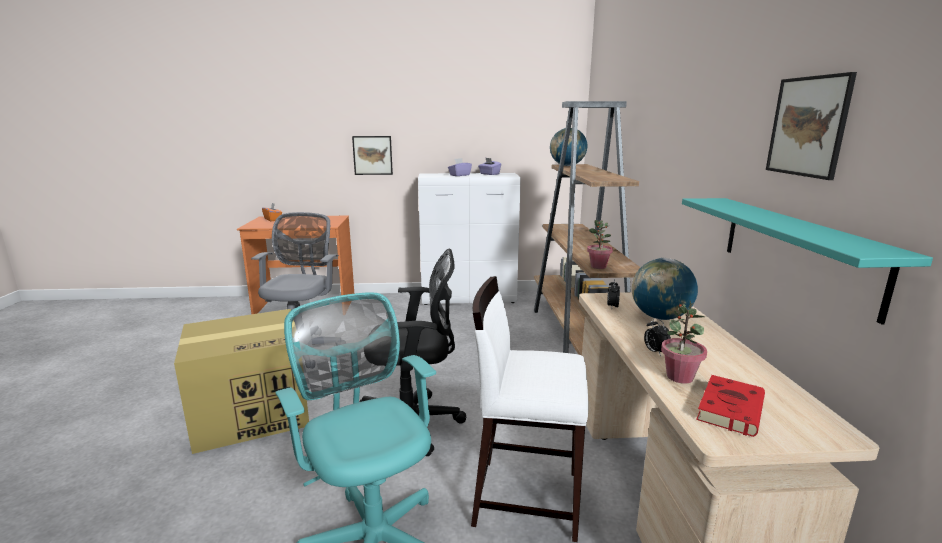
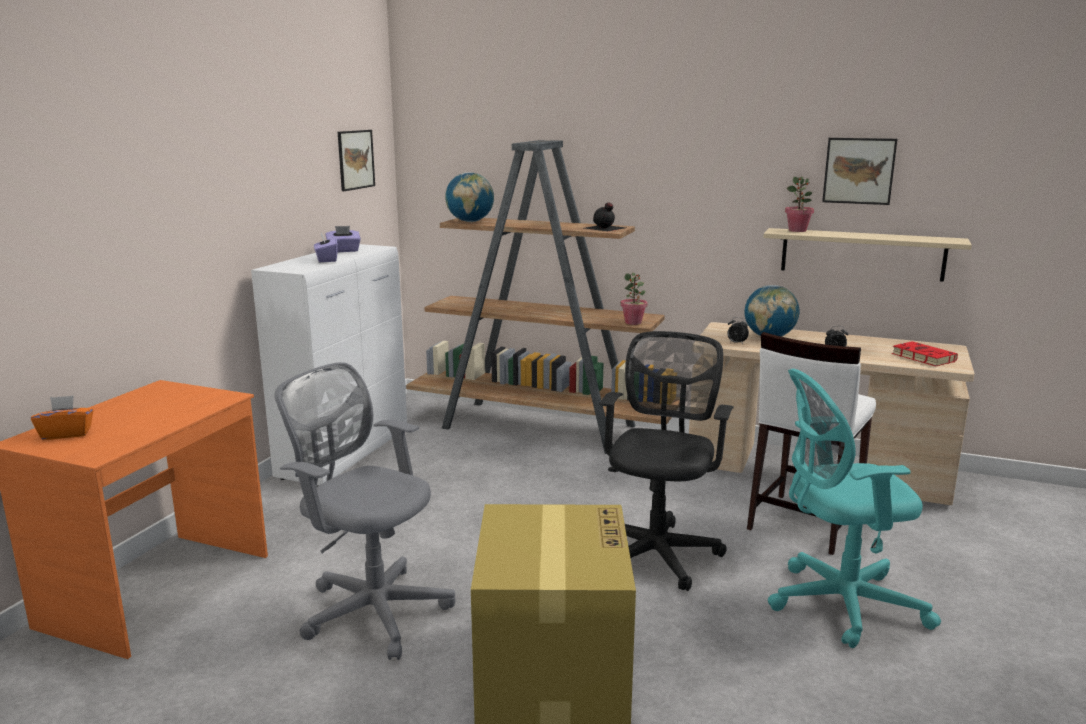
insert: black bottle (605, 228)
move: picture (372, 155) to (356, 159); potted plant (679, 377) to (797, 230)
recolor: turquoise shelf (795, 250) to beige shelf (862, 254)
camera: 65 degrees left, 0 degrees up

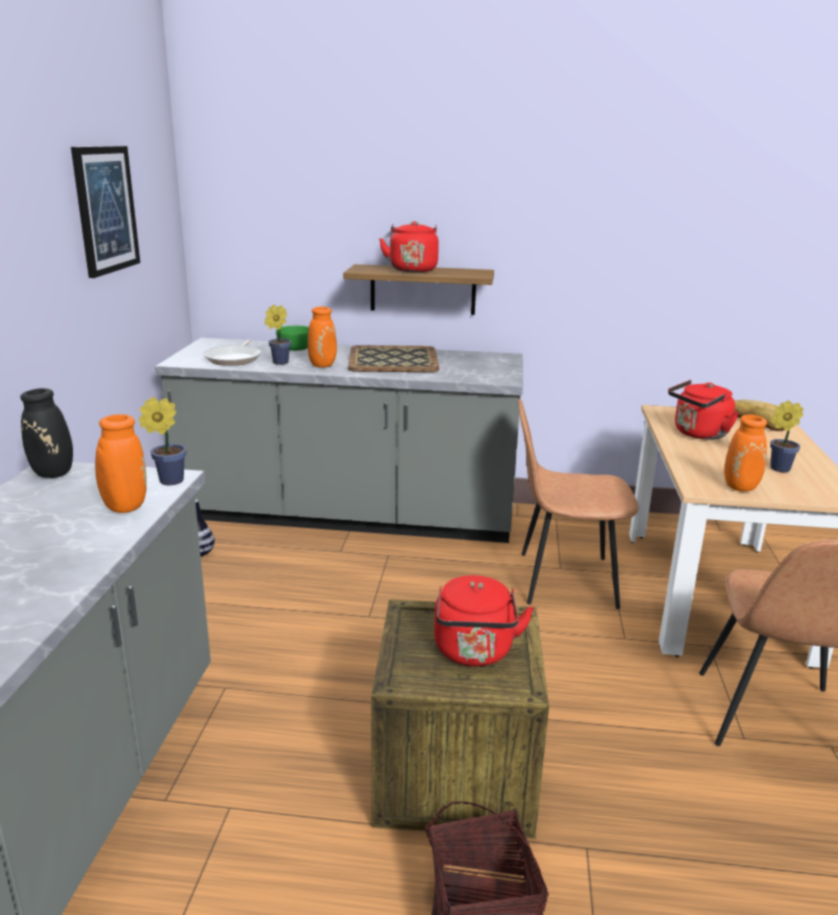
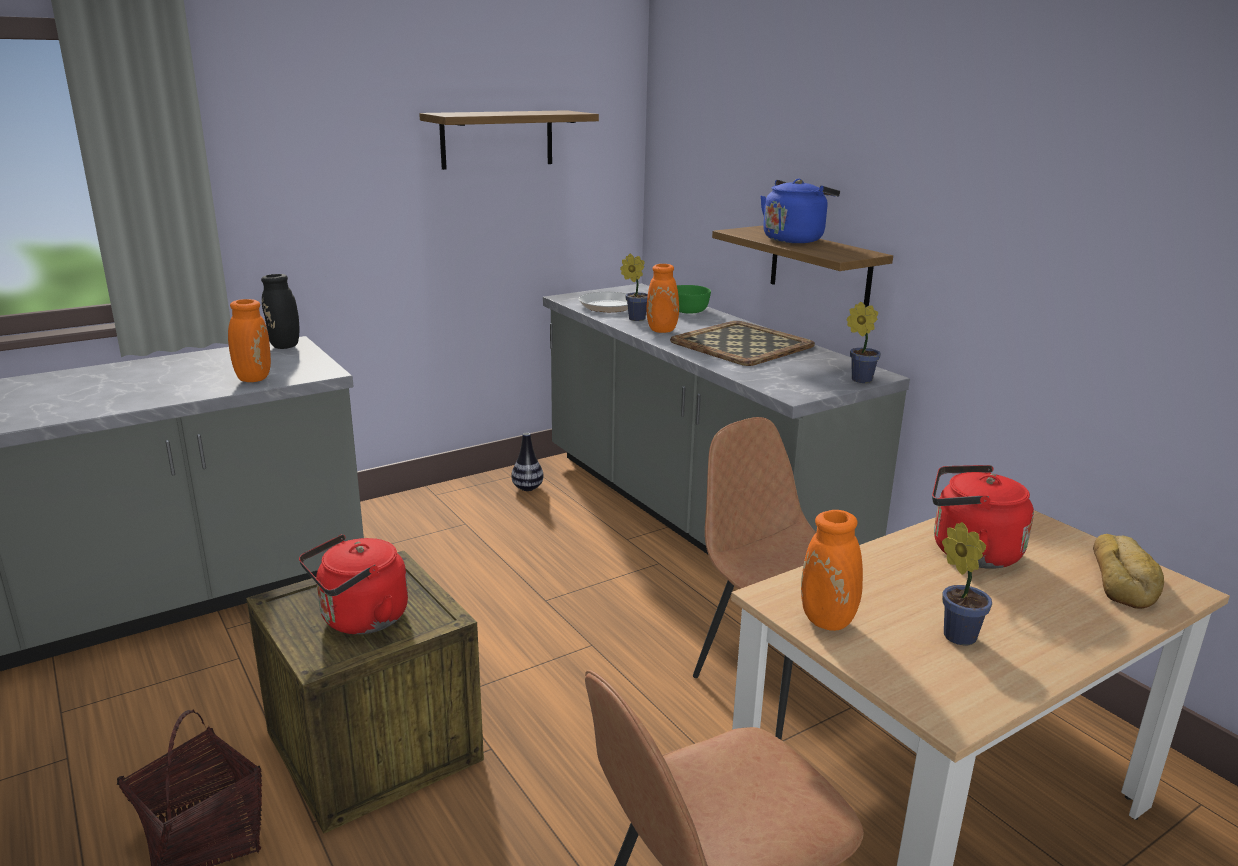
move: potted plant (168, 481) to (859, 379)
replace: picture (105, 209) to shelf (497, 139)
recolor: red kettle (412, 269) to blue kettle (794, 239)
camera: 50 degrees right, 0 degrees up

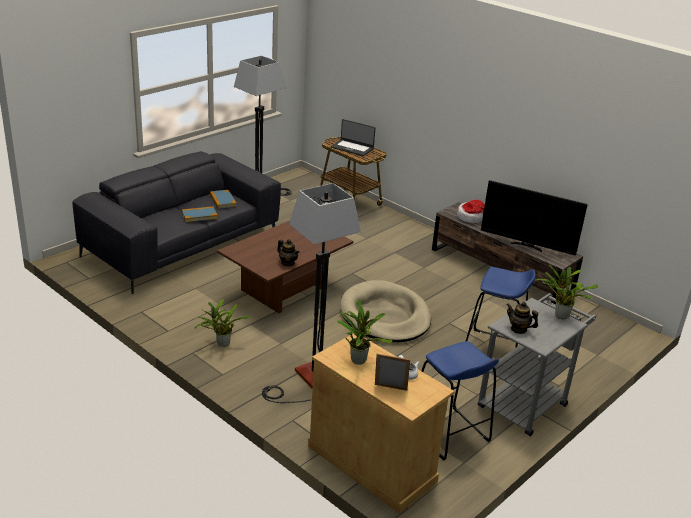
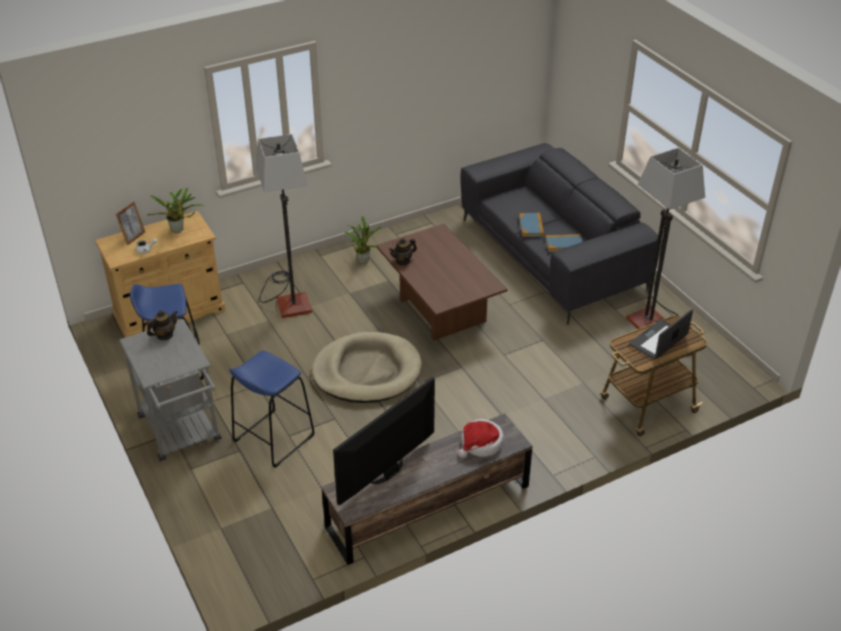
delete: potted plant (559, 315)
camera: 110 degrees right, 10 degrees up

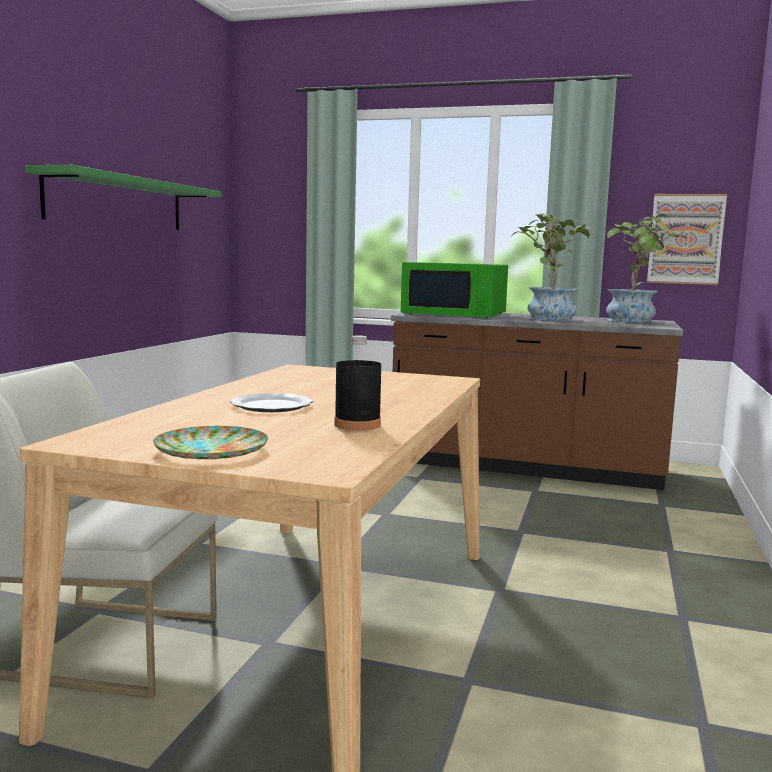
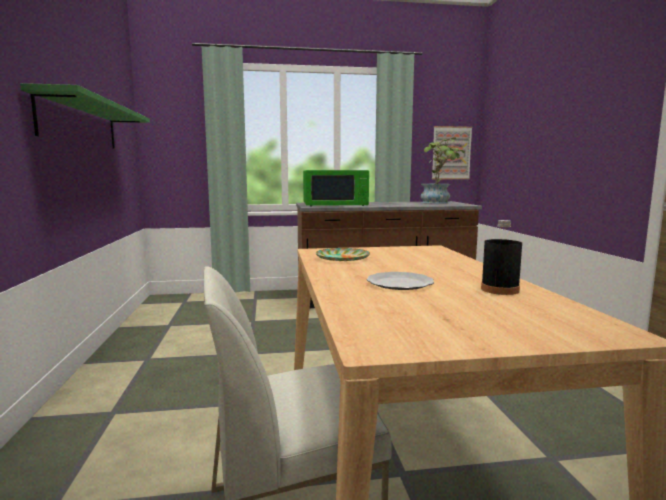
delete: potted plant (547, 318)
move: plate (210, 450) to (342, 258)
camera: 25 degrees left, 0 degrees up

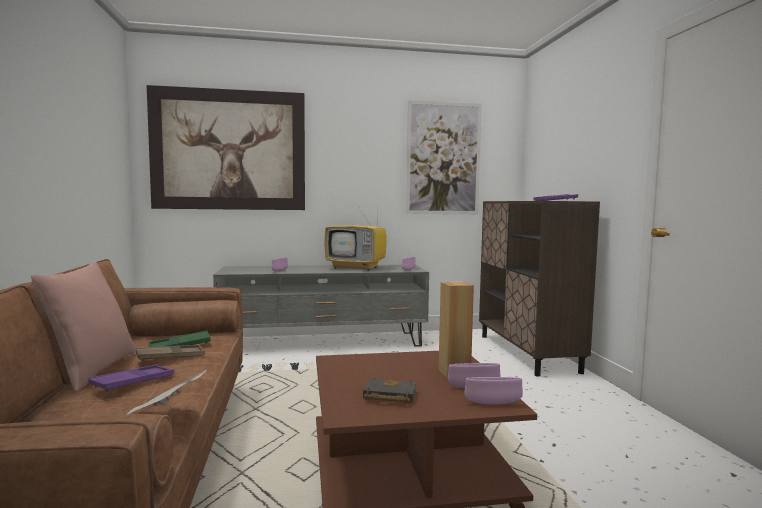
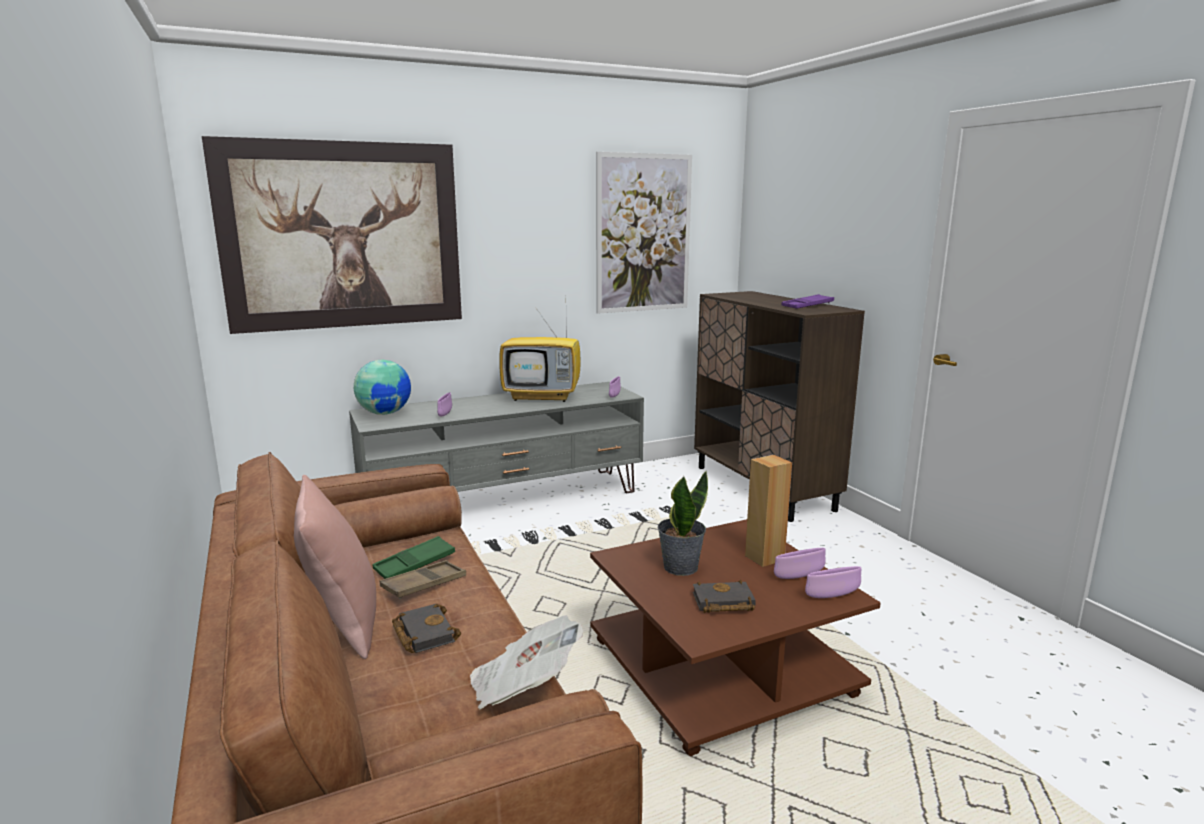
insert: globe (385, 413); potted plant (680, 567)
replace: purple tray (133, 382) to black book (423, 633)
camera: 15 degrees left, 10 degrees up

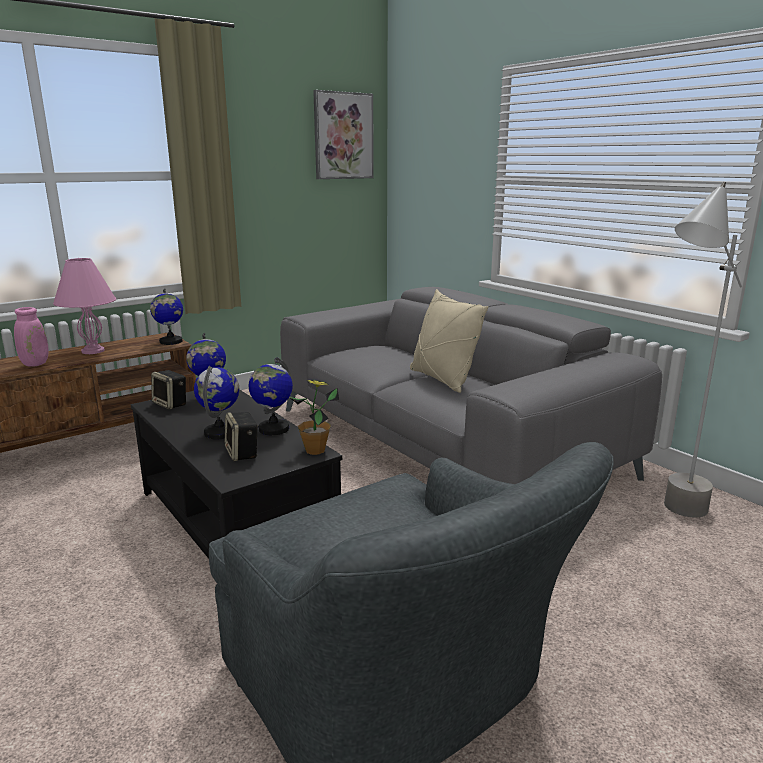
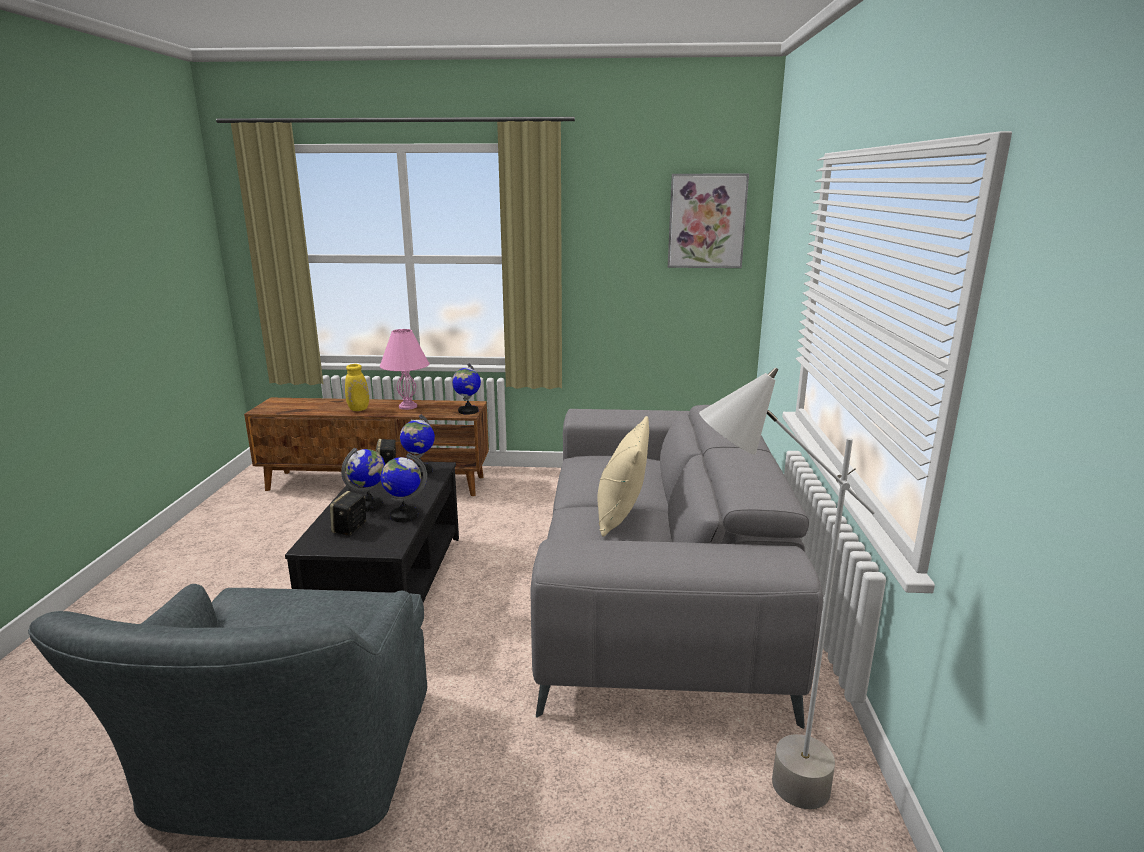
delete: potted plant (315, 450)
recolor: pink vase (36, 364) to yellow vase (360, 409)
camera: 40 degrees right, 0 degrees up

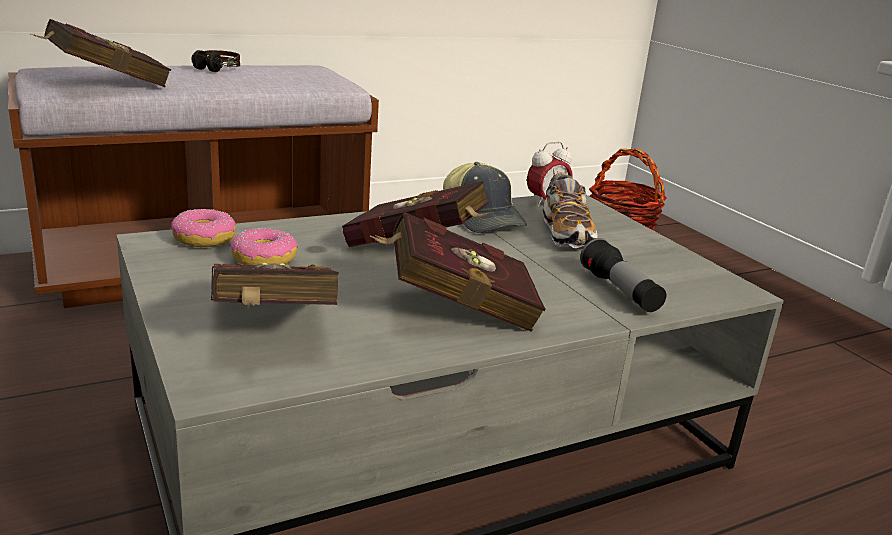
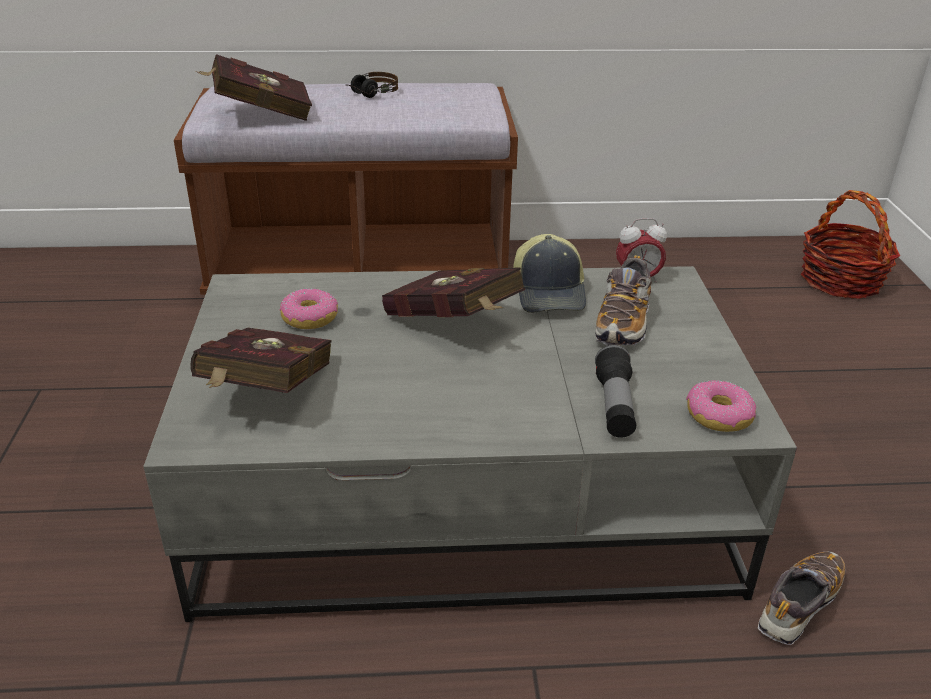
delete: red book (454, 307)
insert: shoe (798, 606)
move: donut (204, 239) to (718, 416)
camera: 25 degrees right, 10 degrees up

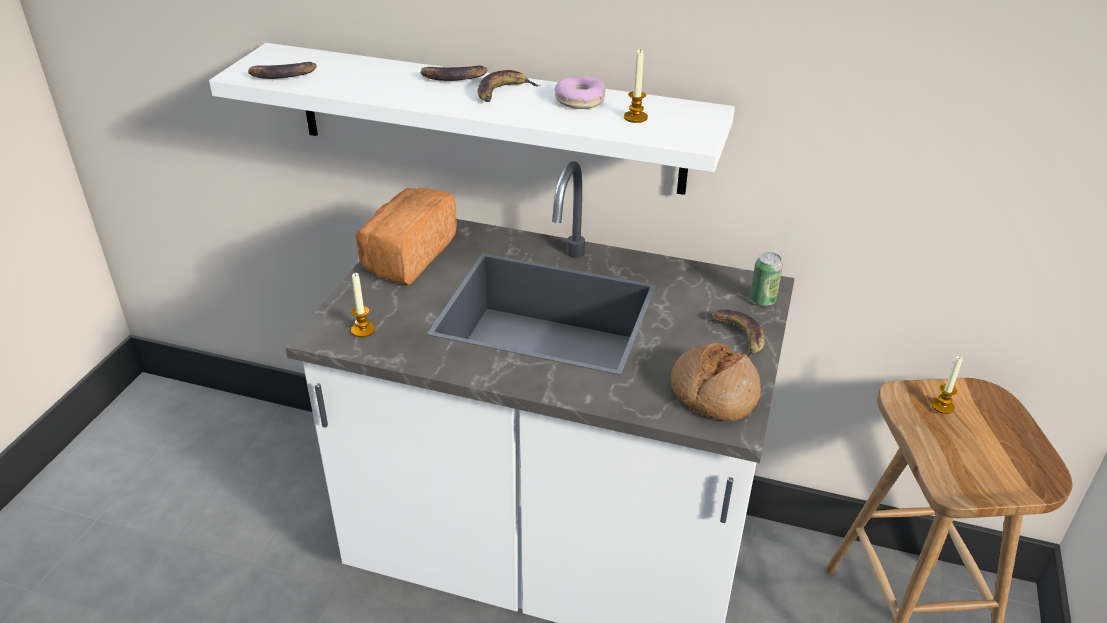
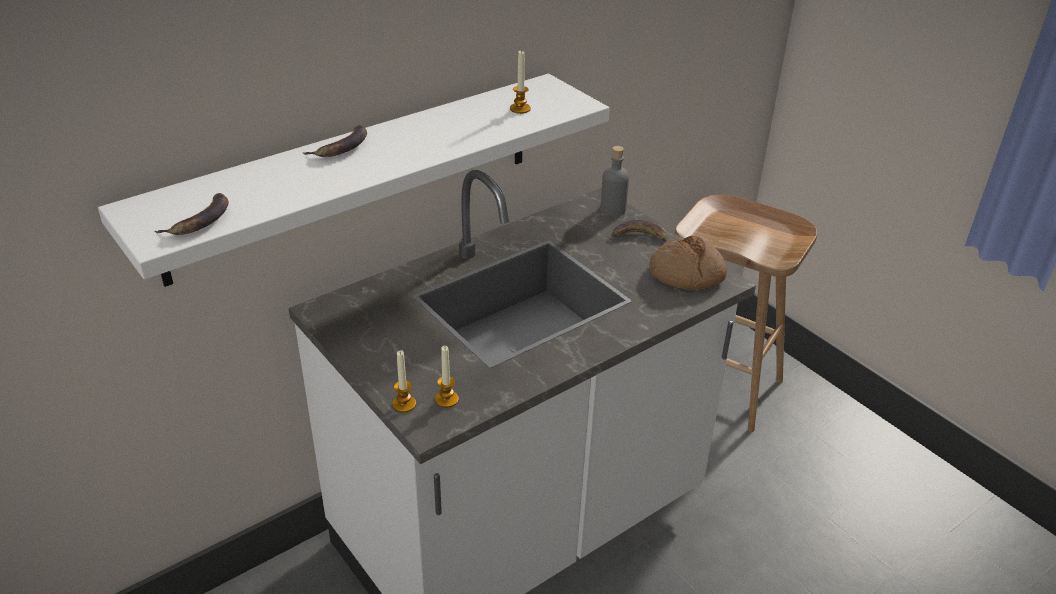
delete: banana (503, 92); donut (580, 100); bread (407, 256)
move: candle (942, 406) to (404, 404)
replace: can (762, 300) to grey bottle (613, 209)
camera: 55 degrees left, 0 degrees up

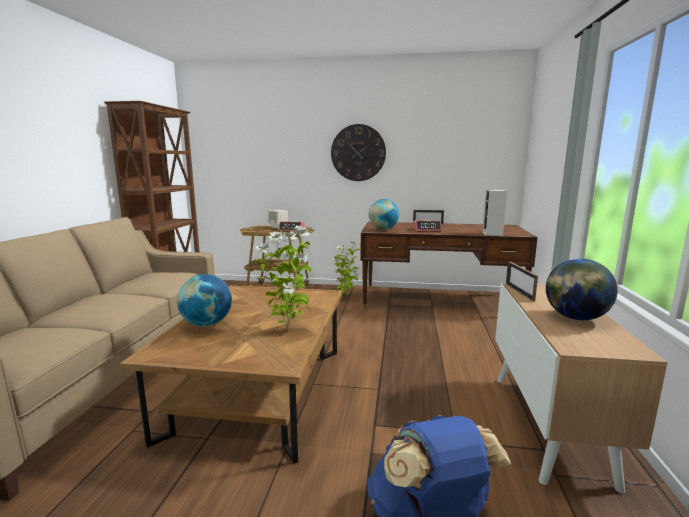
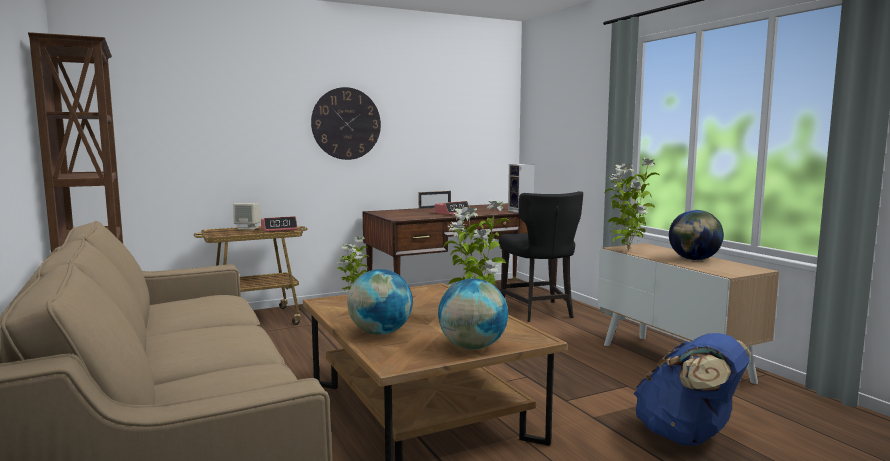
insert: black chair (538, 312)
move: globe (383, 229) to (472, 347)
replace: picture frame (519, 292) to potted plant (627, 251)
camera: 35 degrees left, 5 degrees down

